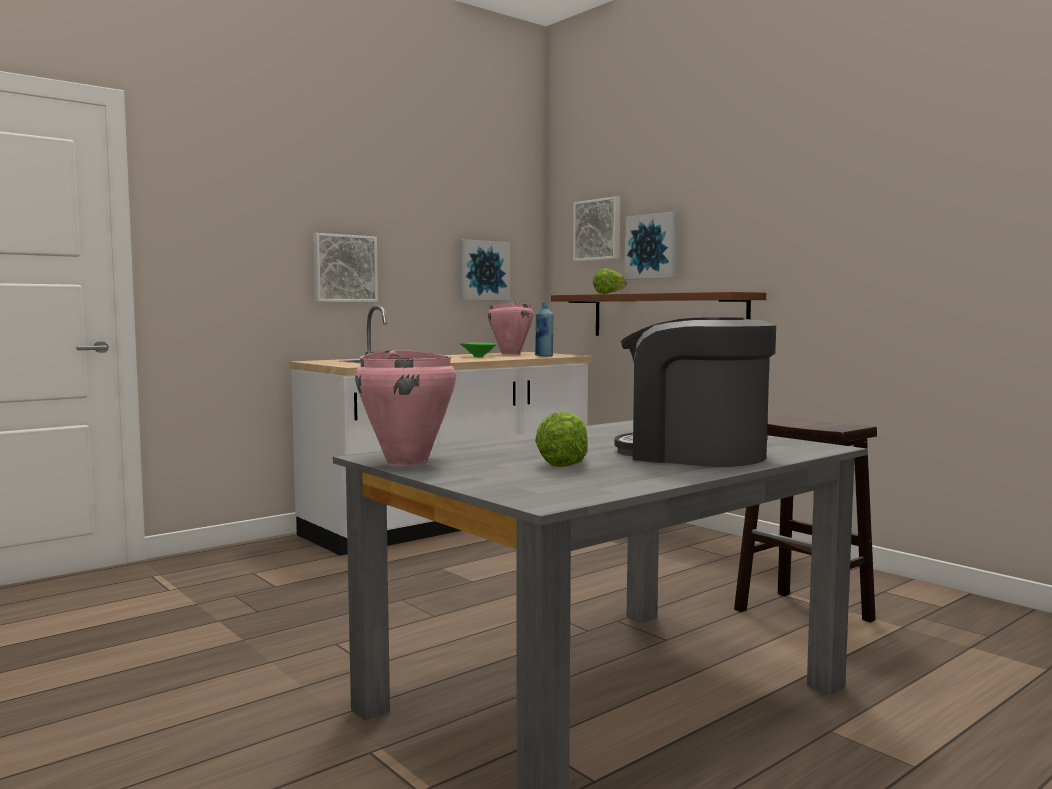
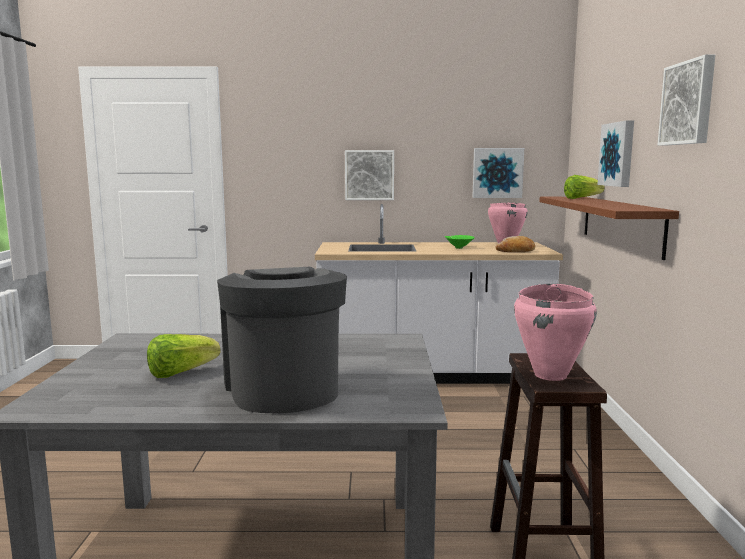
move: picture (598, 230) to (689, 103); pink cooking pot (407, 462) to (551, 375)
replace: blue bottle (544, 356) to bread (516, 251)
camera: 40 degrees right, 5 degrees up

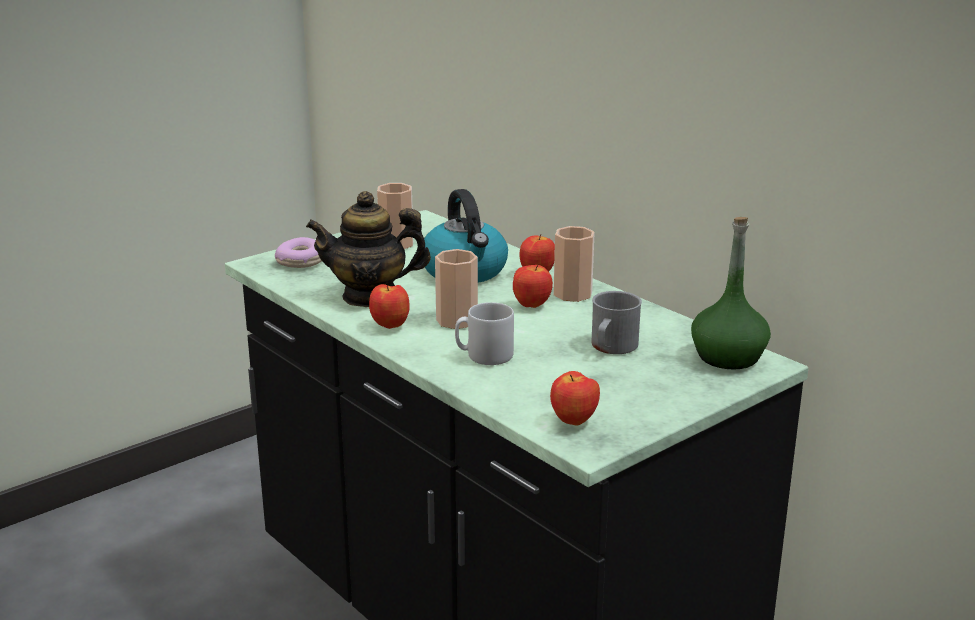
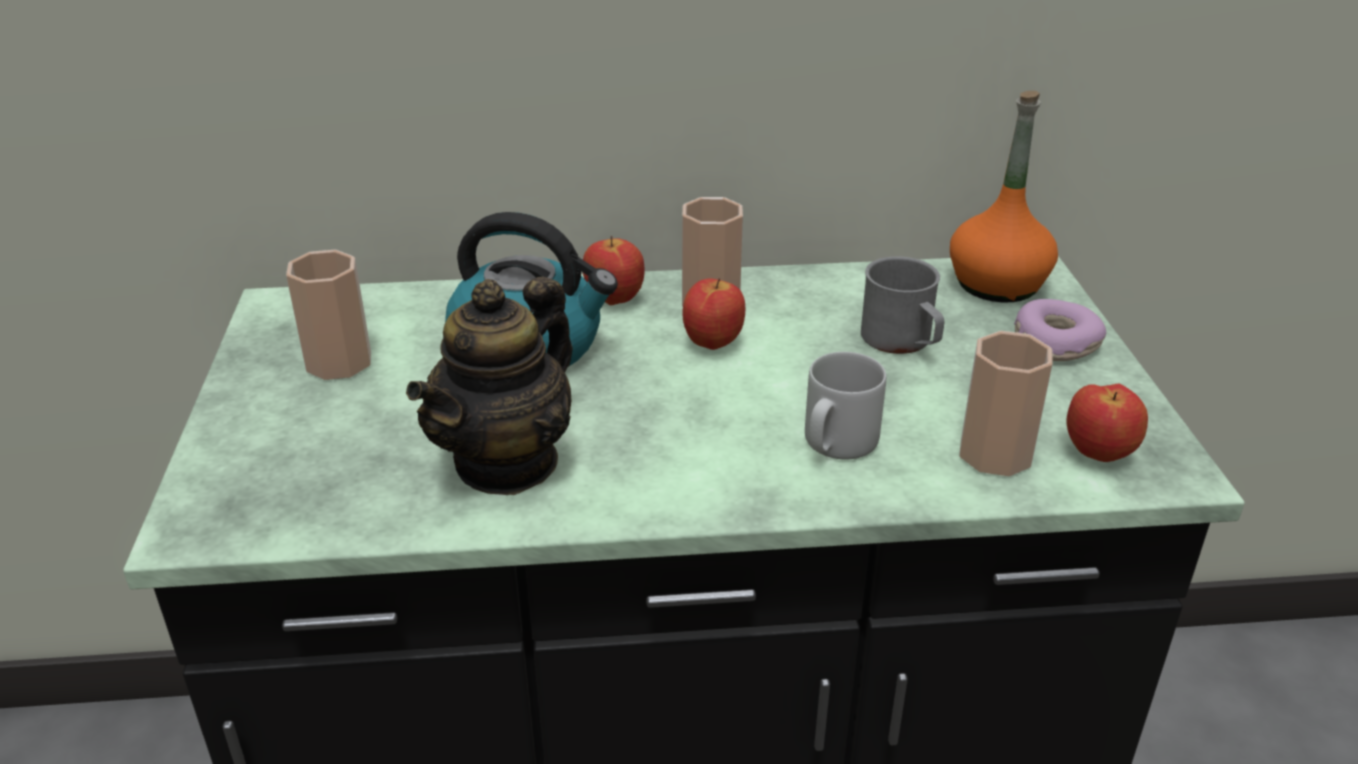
delete: apple (390, 326)
move: donut (301, 262) to (1055, 342); cup (457, 320) to (995, 454)
recolor: green bottle (727, 357) to orange bottle (997, 284)
camera: 55 degrees left, 10 degrees up

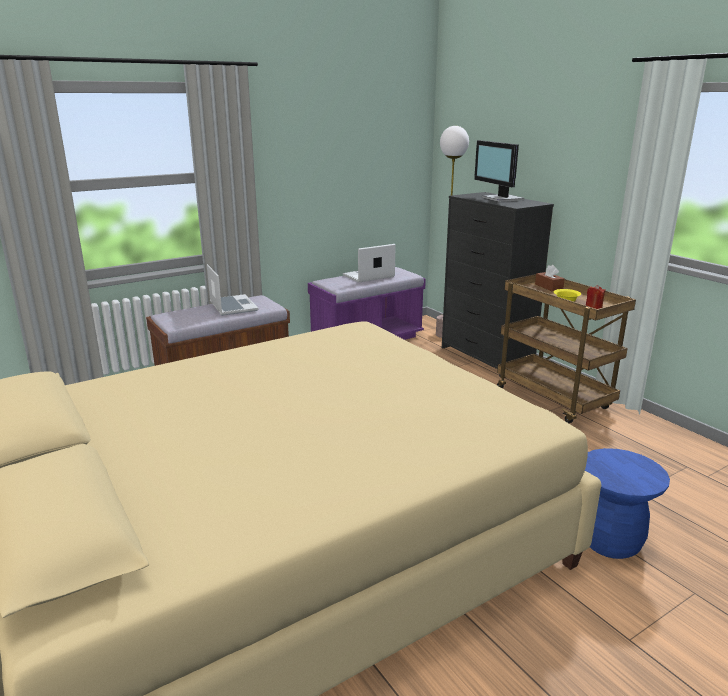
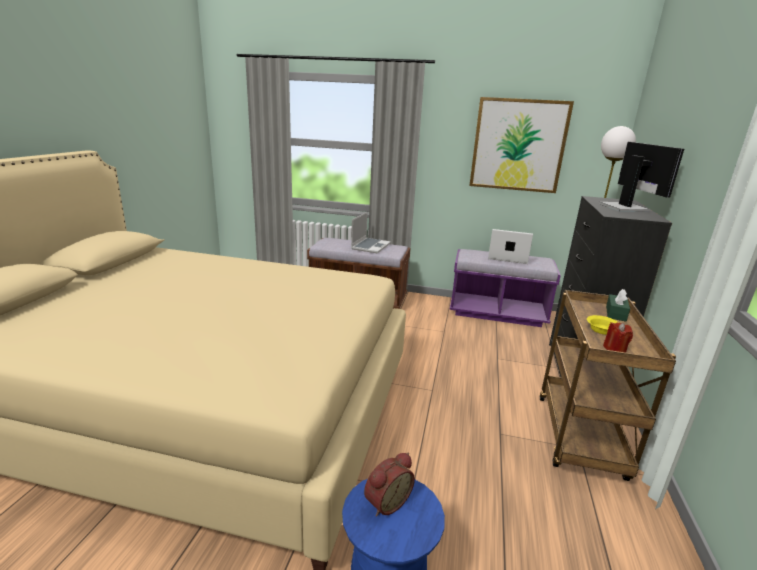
insert: picture (518, 145); alarm clock (386, 501)
recolor: brown tissue box (548, 287) to green tissue box (615, 313)
rotate: monitor (501, 199) = (625, 207) 150 degrees clockwise
camera: 45 degrees right, 0 degrees up

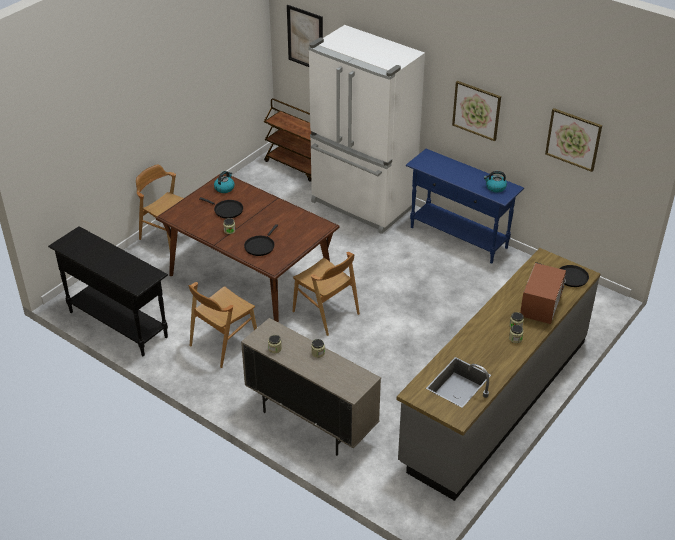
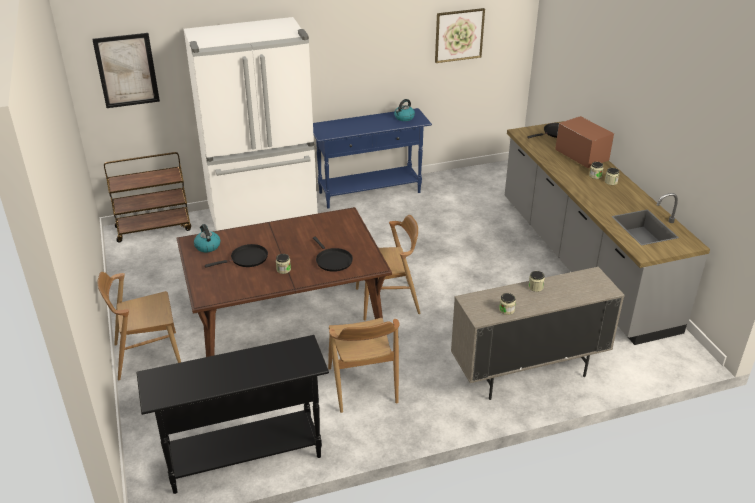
delete: picture (476, 110)
camera: 55 degrees left, 5 degrees down

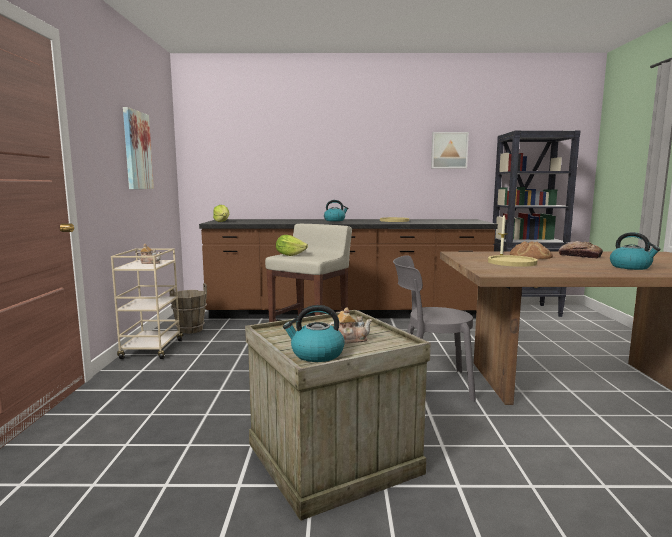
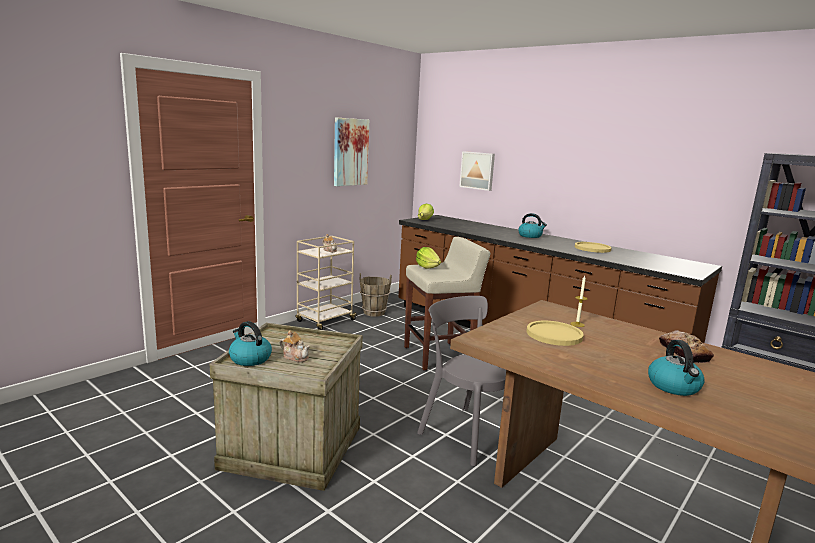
delete: bread (531, 256)
move: picture (449, 150) to (477, 170)
camera: 40 degrees right, 5 degrees up

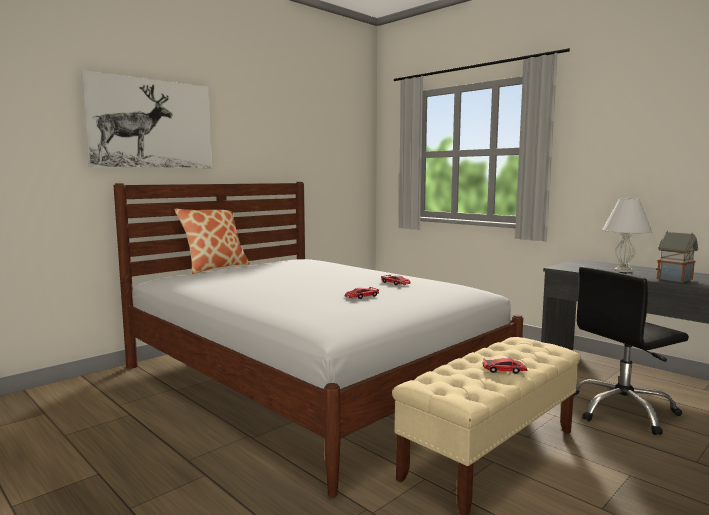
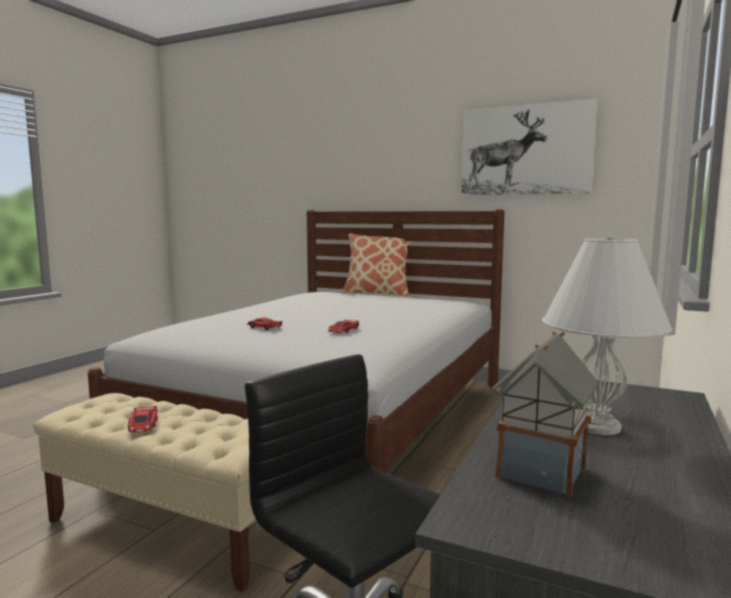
move: picture (151, 124) to (525, 150)
camera: 70 degrees right, 0 degrees up

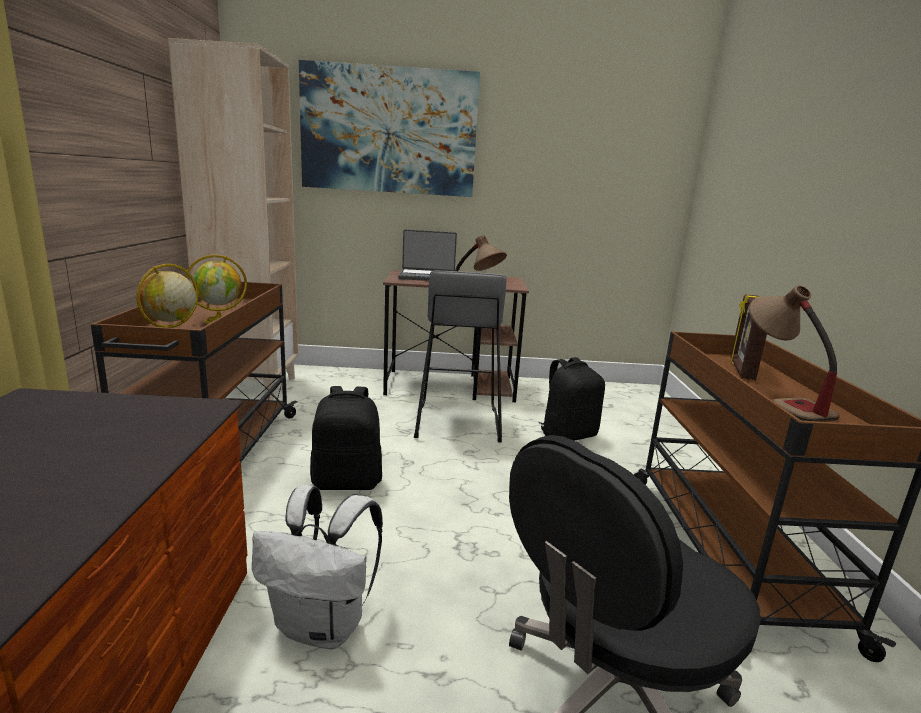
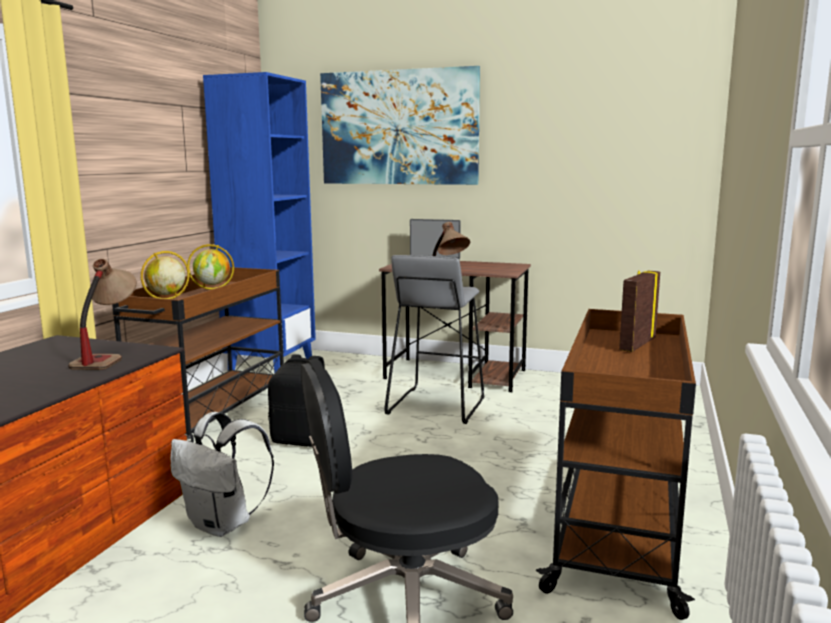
delete: black backpack (568, 435)
move: table lamp (779, 401) to (107, 357)
recolor: beige bookcase (253, 388) to blue bookcase (271, 367)
camera: 20 degrees right, 5 degrees down

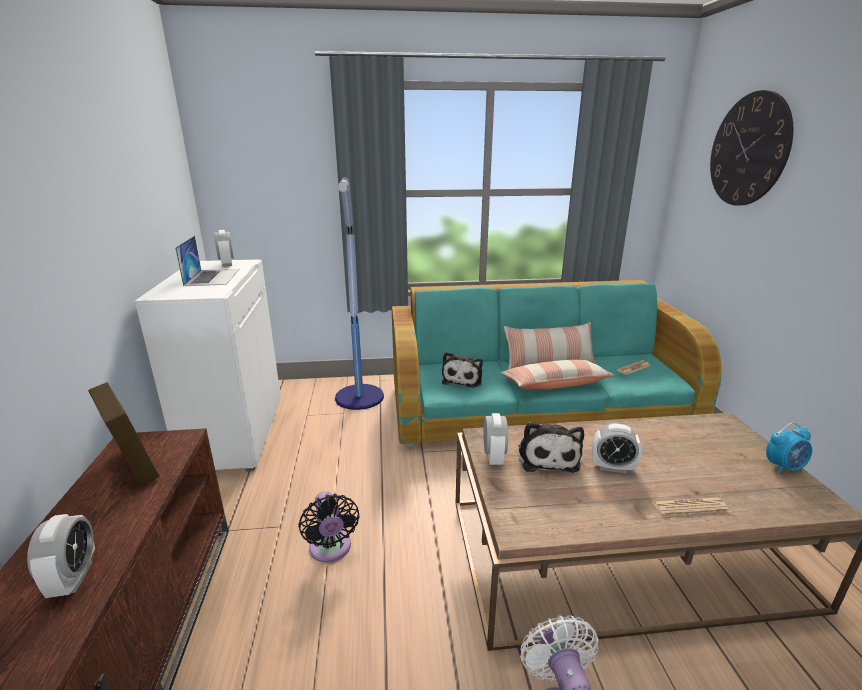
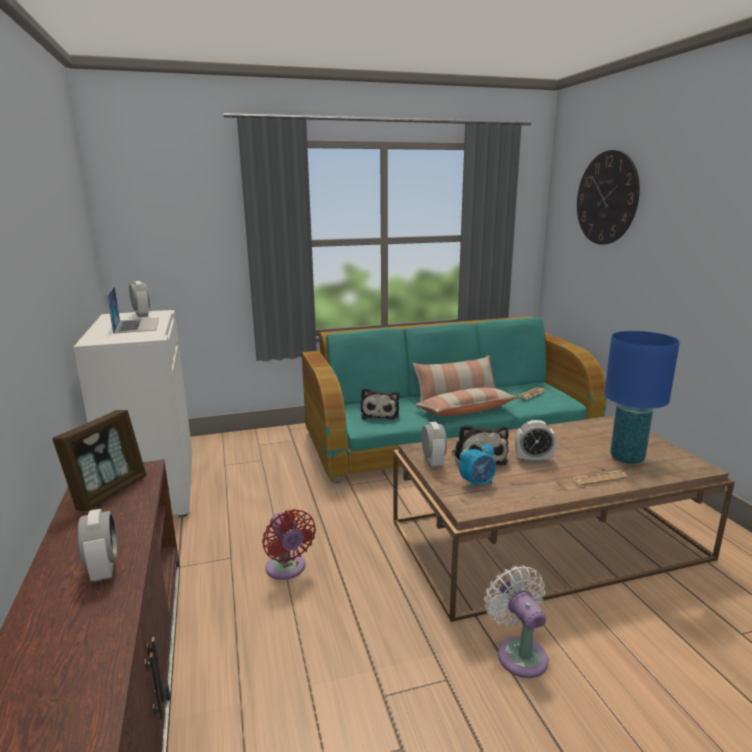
delete: floor lamp (360, 398)
insert: blue table lamp (627, 458)
move: alarm clock (783, 467) to (477, 484)
recolor: black fan (331, 549) to red fan (287, 569)
rotate: picture frame (133, 466) = (109, 492) 75 degrees clockwise
camera: 10 degrees left, 5 degrees down

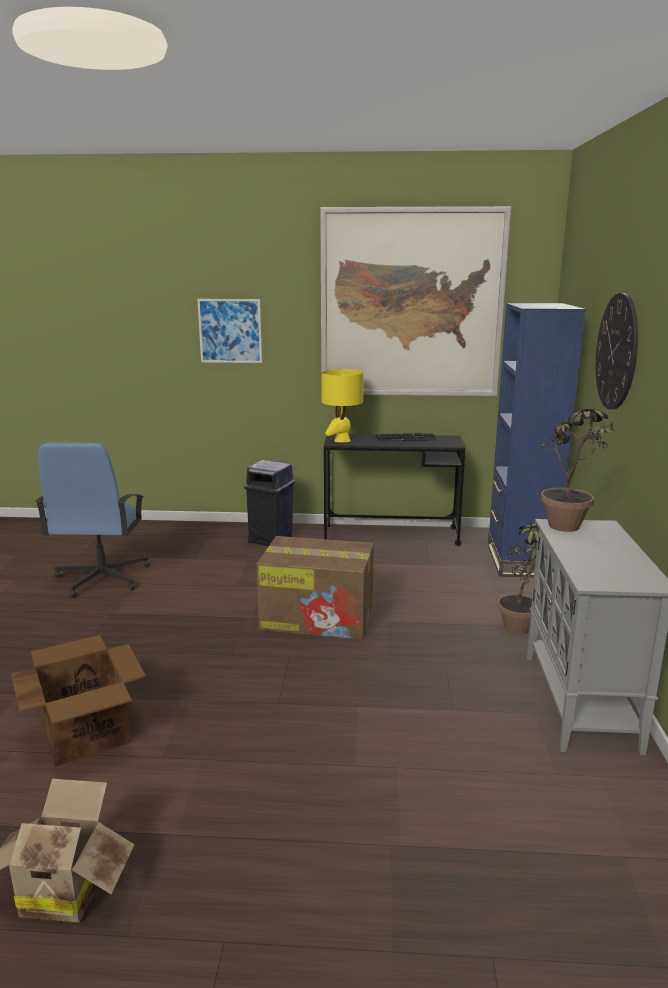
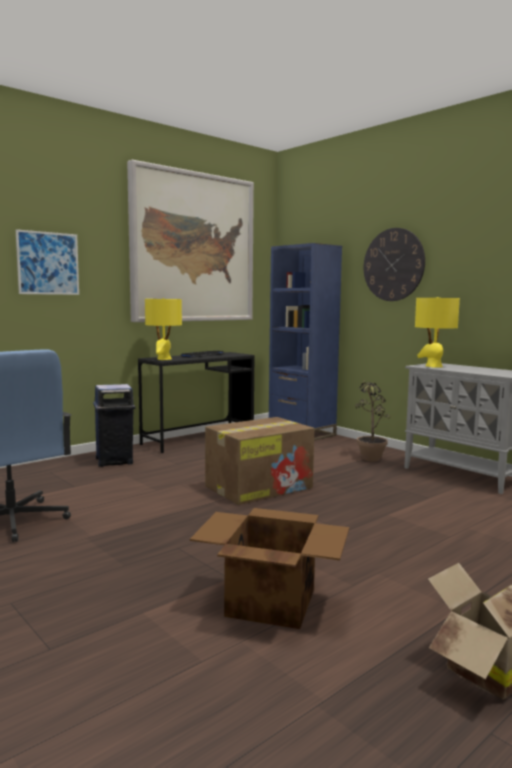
replace: potted plant (569, 530) to yellow table lamp (433, 366)
camera: 45 degrees left, 10 degrees down

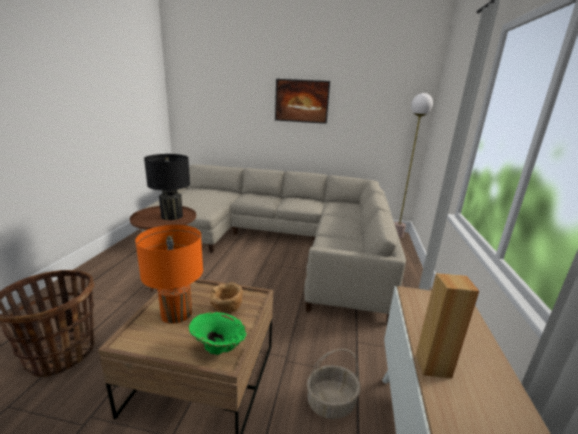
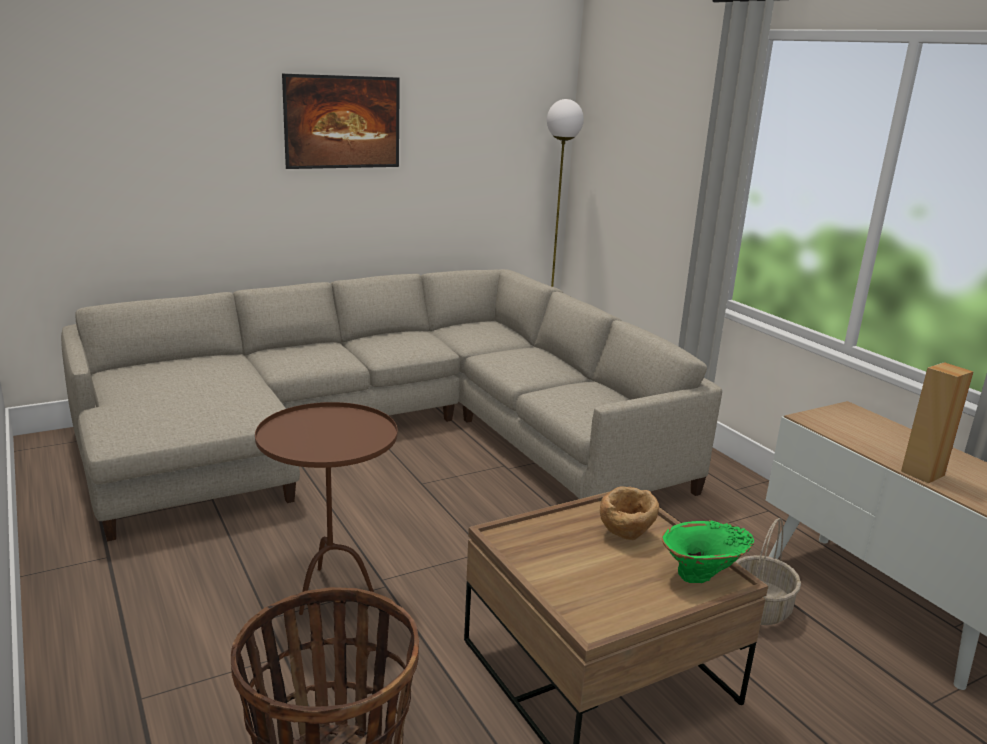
delete: black table lamp (172, 216); orange table lamp (176, 313)
camera: 40 degrees left, 0 degrees up

